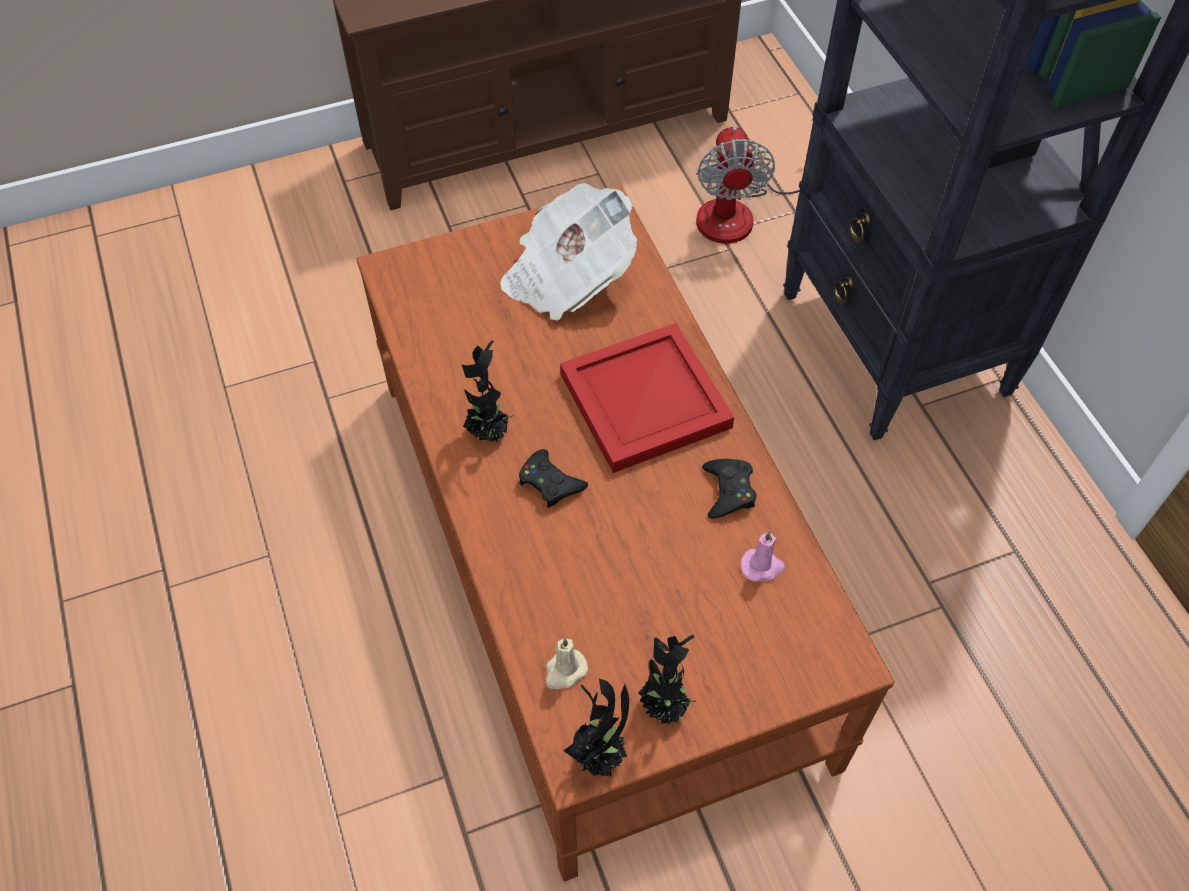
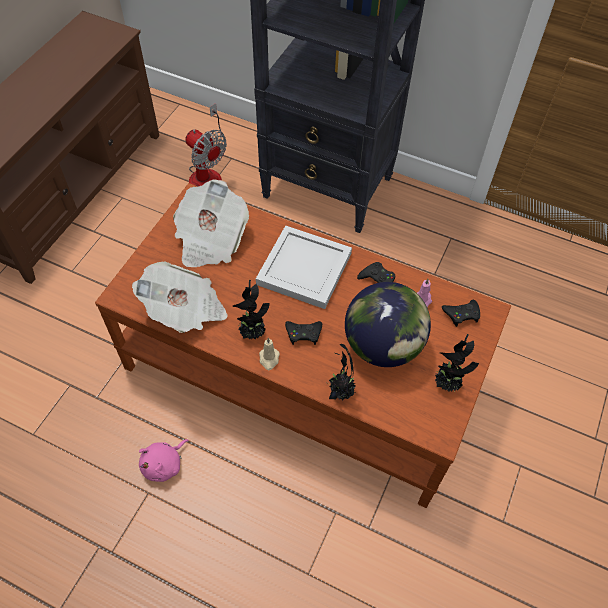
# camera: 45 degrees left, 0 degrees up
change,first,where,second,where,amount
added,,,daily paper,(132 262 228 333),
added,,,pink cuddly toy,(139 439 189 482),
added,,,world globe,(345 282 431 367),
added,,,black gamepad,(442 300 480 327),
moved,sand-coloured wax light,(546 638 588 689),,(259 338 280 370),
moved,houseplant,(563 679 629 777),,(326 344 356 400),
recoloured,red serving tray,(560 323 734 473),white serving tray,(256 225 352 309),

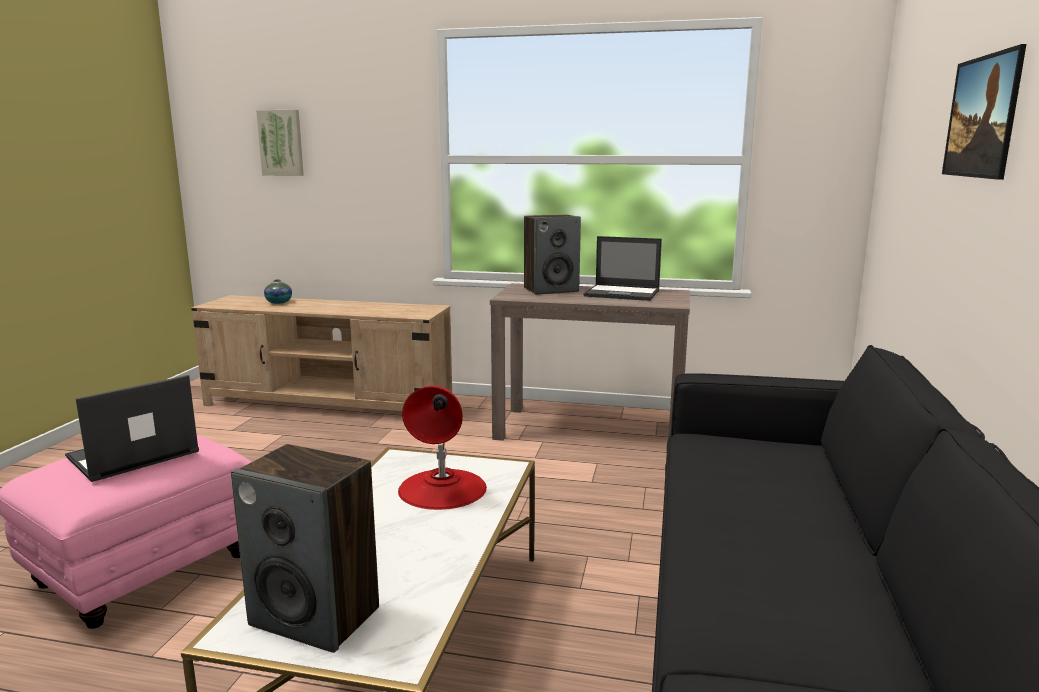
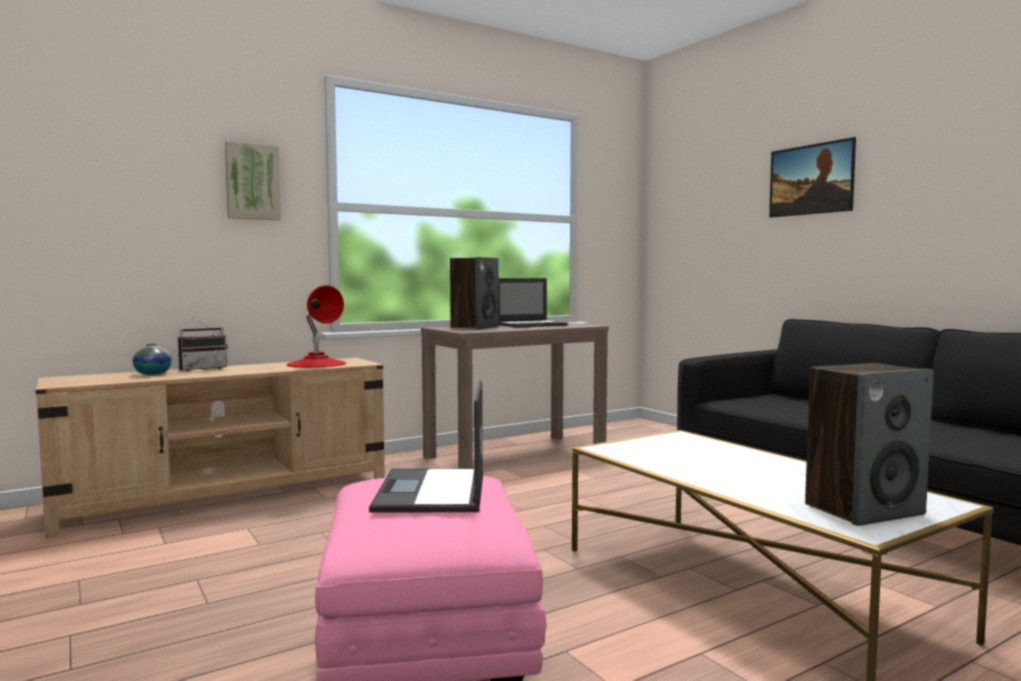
# camera: 45 degrees left, 10 degrees down
change,first,where,second,where,amount
added,,,radio,(178 317 228 371),
moved,picture,(256 110 304 176),,(225 141 281 220),
moved,red table lamp,(398 386 487 510),,(286 285 346 368),

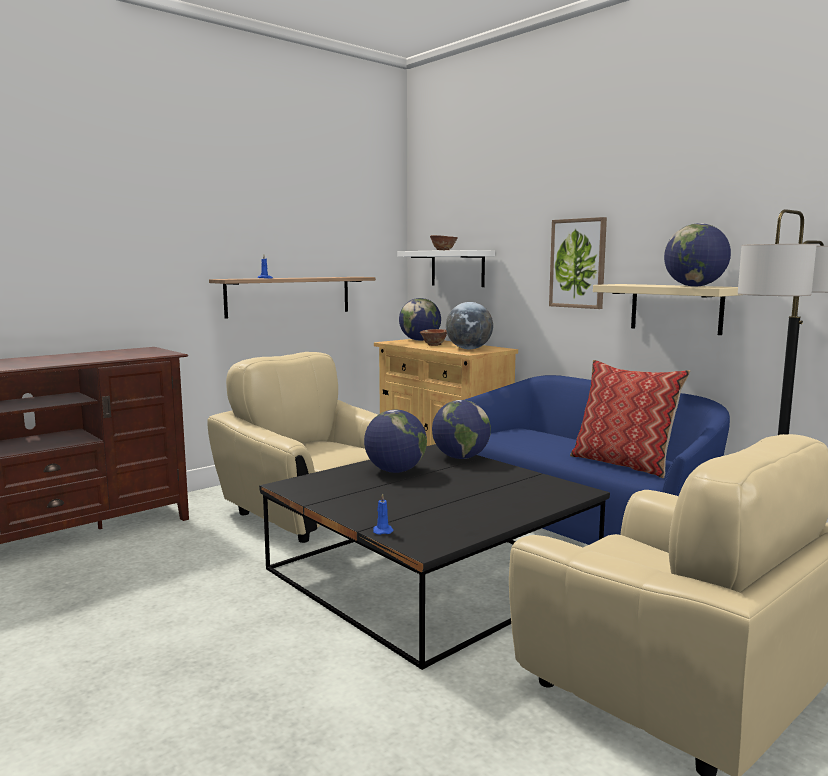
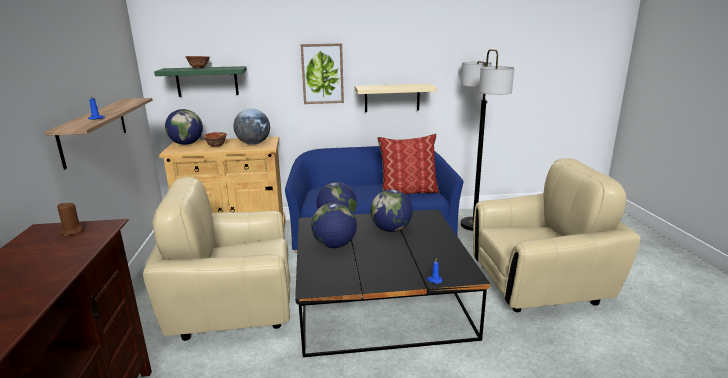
# camera: 55 degrees left, 10 degrees up
change,first,where,second,where,amount
added,,,brownish wax light,(57 202 84 237),
moved,world globe,(664 223 731 287),,(370 189 413 232),
recoloured,white shelf,(397 250 495 287),green-coloured shelf,(154 66 247 97),

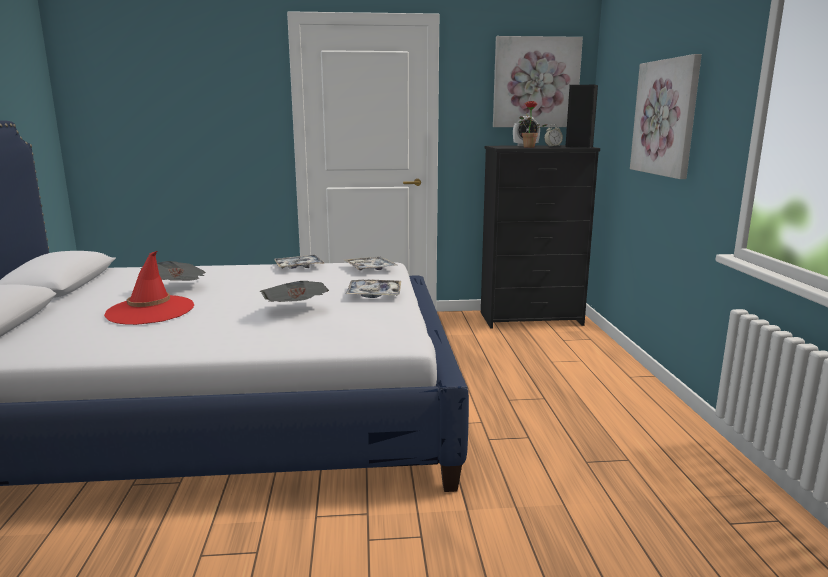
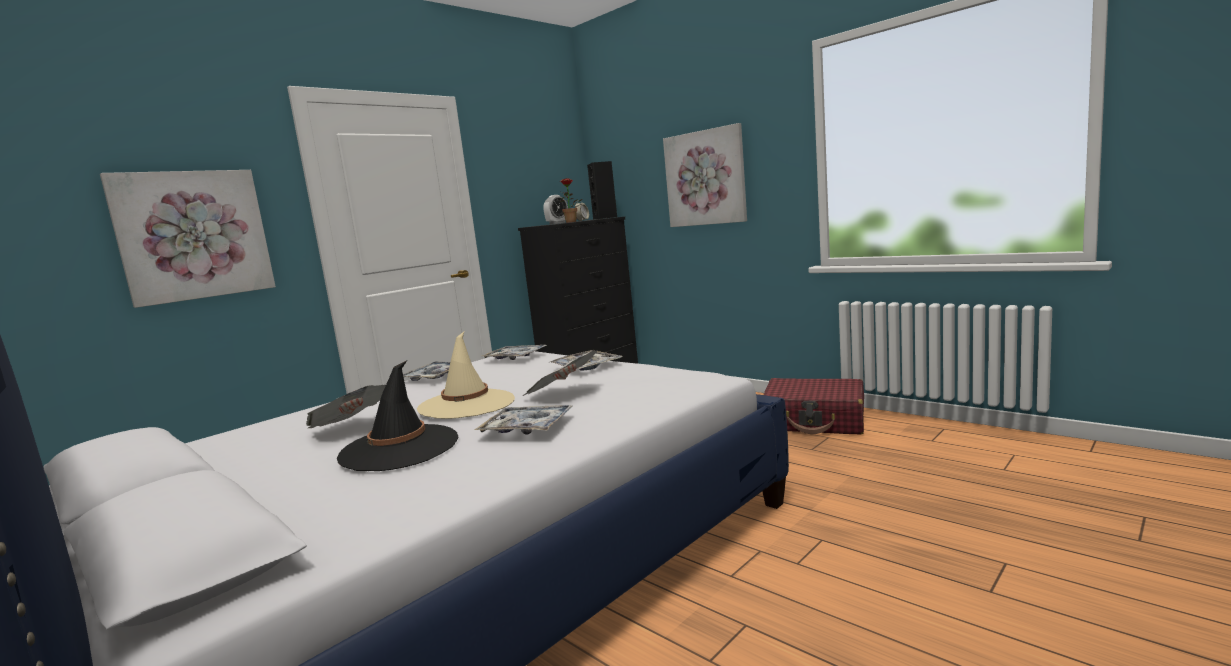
# camera: 40 degrees left, 5 degrees down
change,first,where,second,where,amount
added,,,sand-coloured wearable hat,(417 332 515 419),
added,,,serving tray,(475 405 573 435),
added,,,red travel case,(763 378 864 435),
moved,picture,(493 36 583 127),,(100 170 276 308),
recoloured,red wearable hat,(104 251 194 325),black wearable hat,(337 360 458 471),

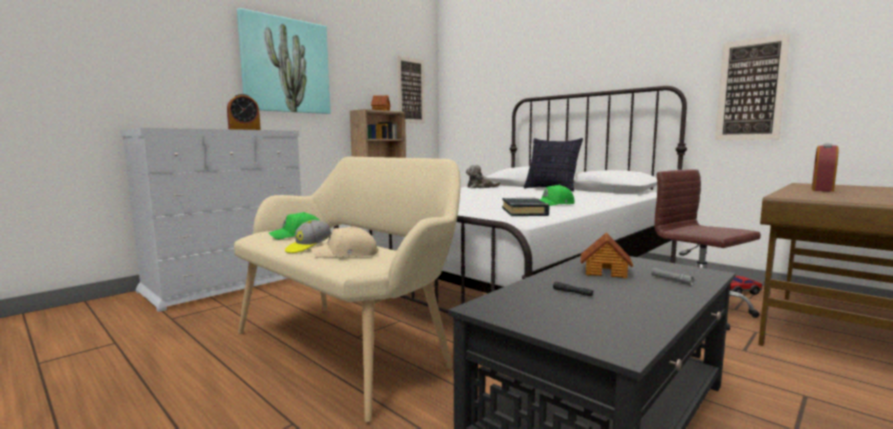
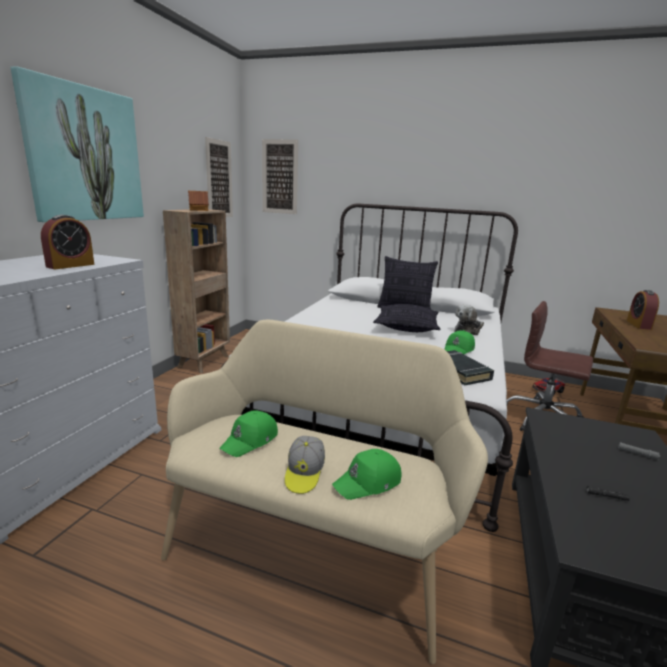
# camera: 25 degrees left, 10 degrees up
change,first,where,second,where,amount
removed,toy house,(580 232 633 278),,,
added,,,throw pillow,(373 304 440 332),
moved,cuddly toy,(466 164 501 188),,(454 305 484 335),
moved,picture,(715 34 790 140),,(262 139 298 214),
recoloured,sand-coloured peaked cap,(311 226 378 258),green-coloured peaked cap,(332 449 402 500),

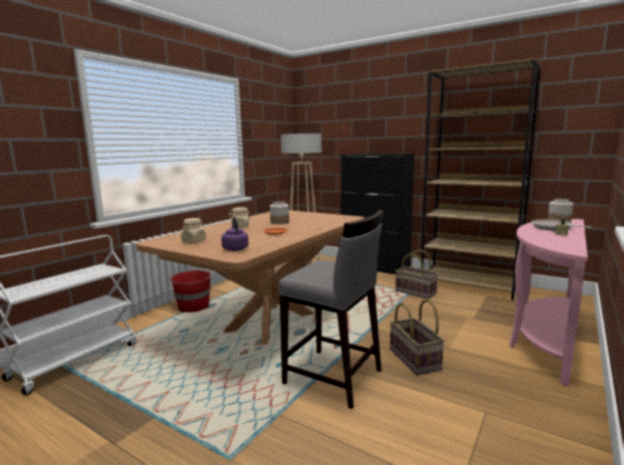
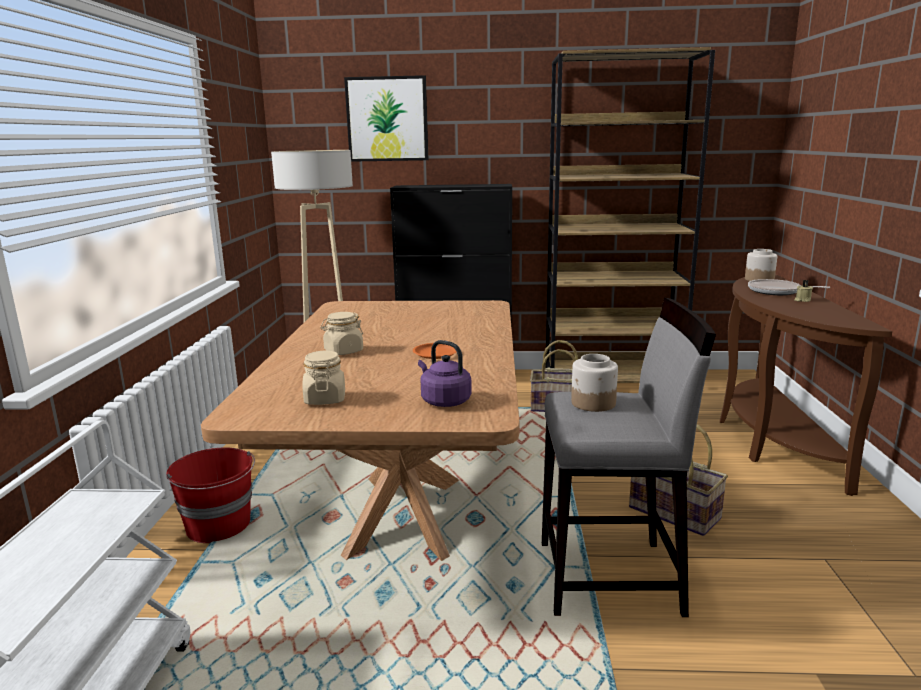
# camera: 30 degrees left, 5 degrees up
change,first,where,second,where,amount
added,,,picture,(344 75 428 162),
moved,preserve jar,(270 201 289 224),,(571 354 618 412),
recoloured,pink console table,(509 219 588 386),brownish console table,(720 274 892 496),

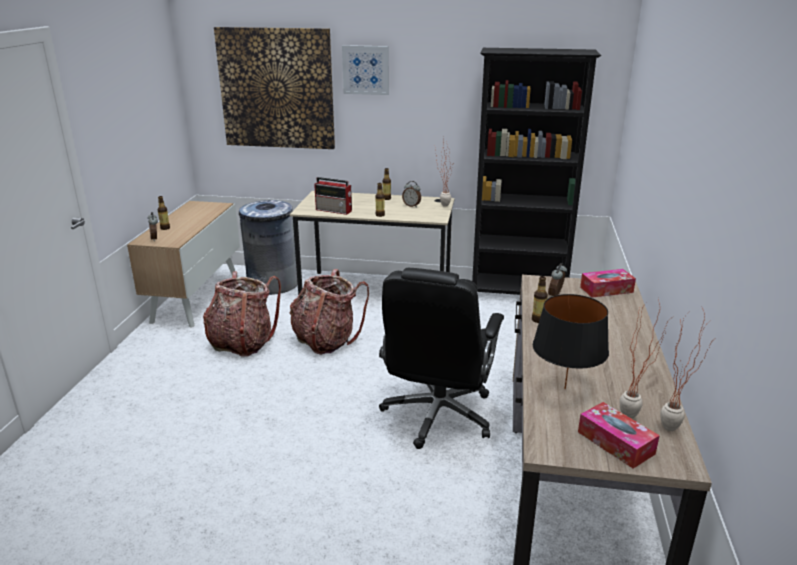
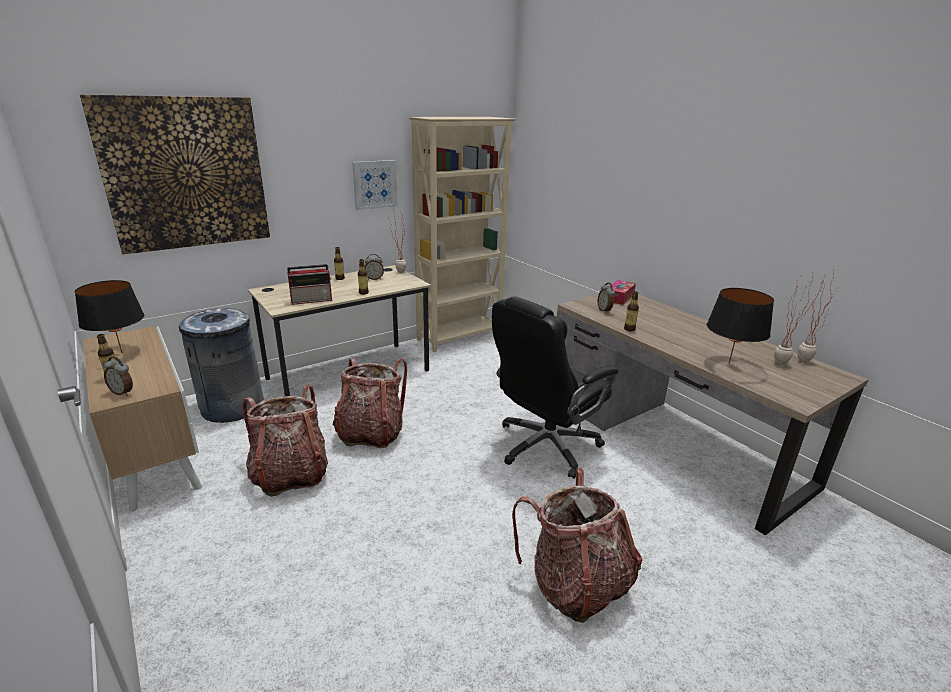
# camera: 45 degrees left, 0 degrees up
change,first,where,second,where,amount
removed,tissue box,(578 402 660 469),,,
added,,,black table lamp,(75 280 145 353),
added,,,knapsack,(512 468 643 623),
moved,picture,(342 45 389 95),,(352 160 398 210),
recoloured,black bookshelf,(472 48 601 295),sand-coloured bookshelf,(408 117 517 352),
turned,black computer chair,(379 268 504 449),,(492 296 619 479),75 degrees clockwise

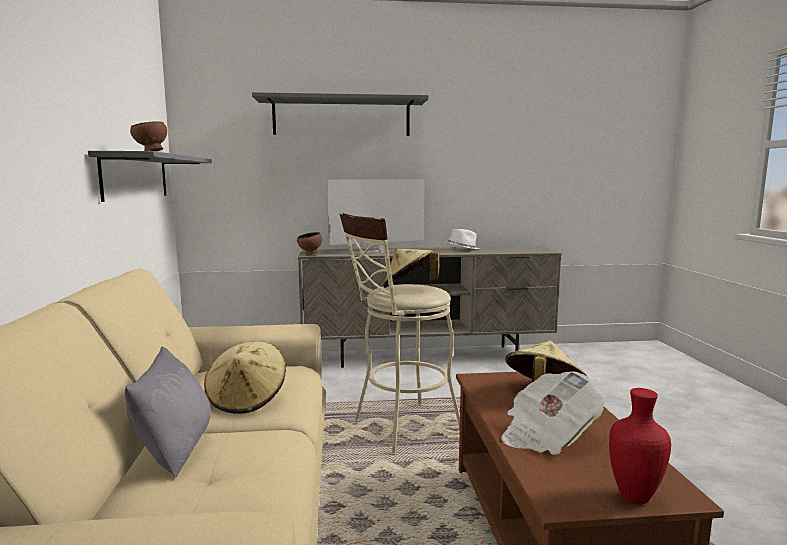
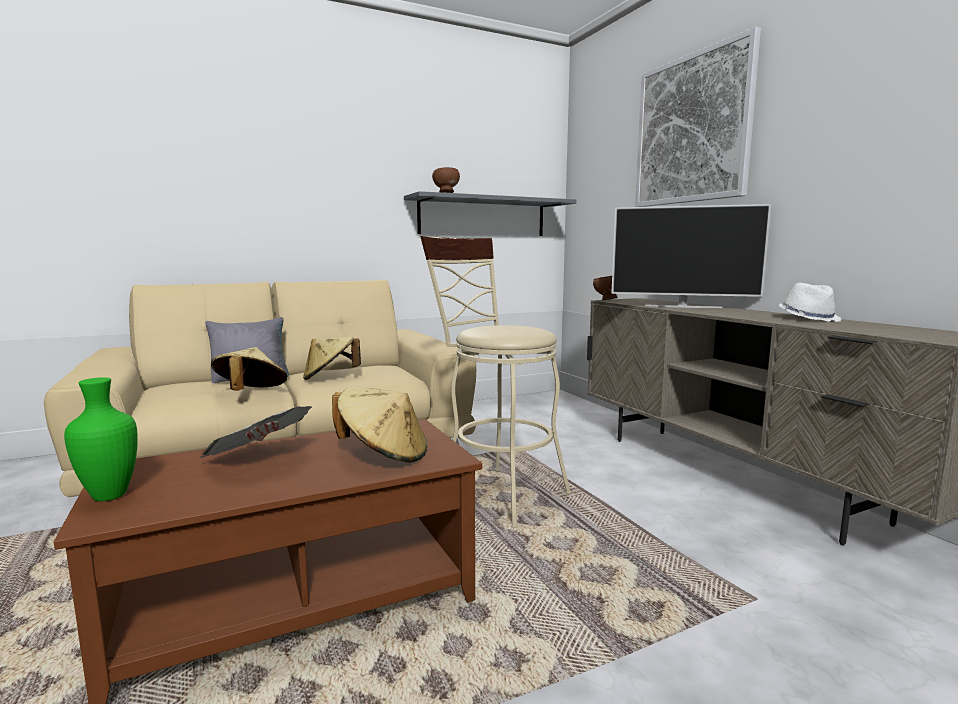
# camera: 70 degrees right, 0 degrees up
change,first,where,second,where,amount
moved,sand-coloured wearable hat,(383 249 439 288),,(211 347 287 391),
replaced,grey shelf,(252 92 429 136),picture,(635 27 761 207),
recoloured,red decorative vase,(609 388 671 505),green-coloured decorative vase,(64 377 138 501),
turned,TV,(327 179 424 253),,(611 204 771 308),150 degrees clockwise

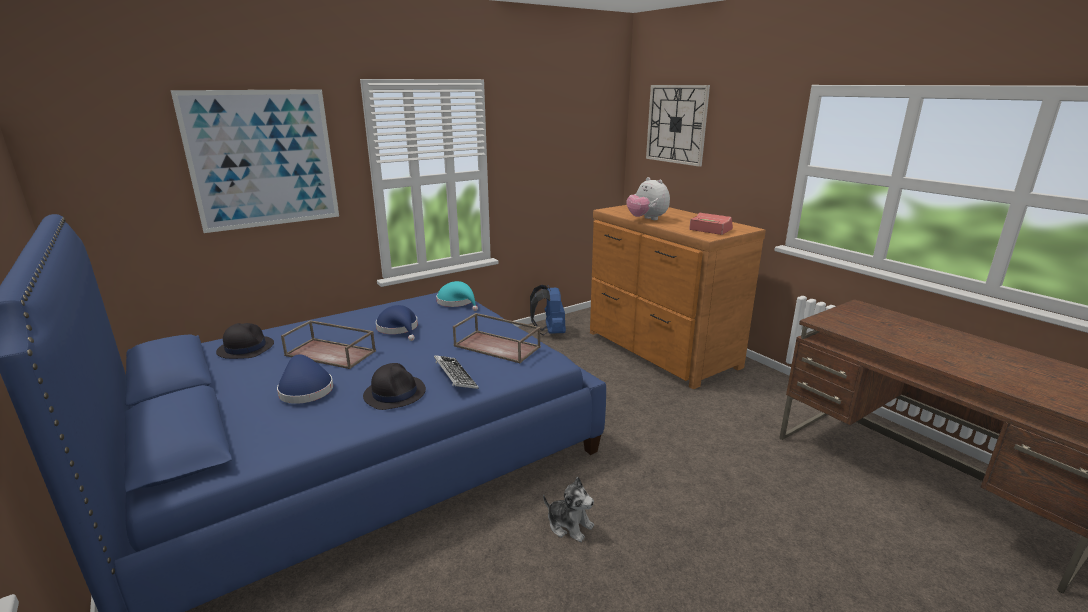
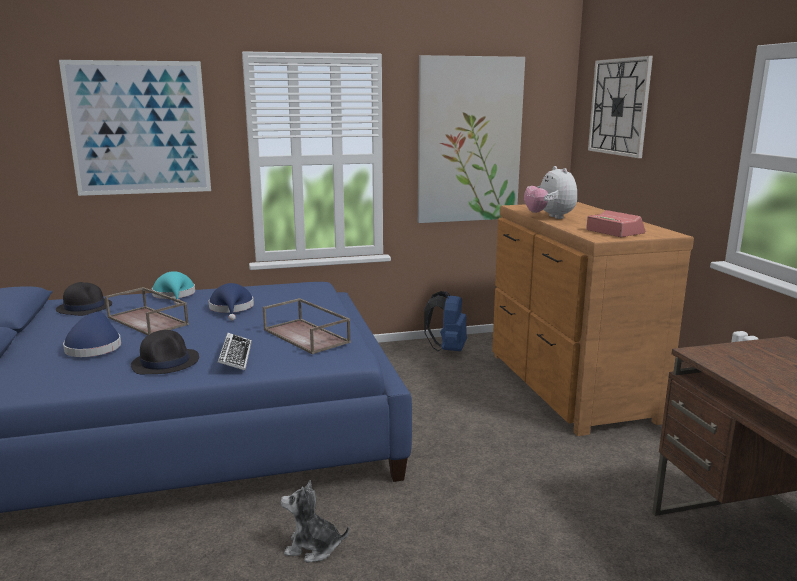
# camera: 20 degrees right, 5 degrees down
change,first,where,second,where,amount
added,,,picture,(418 55 525 223),
moved,turquoise-coloured wearable hat,(436 281 478 311),,(152 271 195 305),
turned,cuddly toy,(543 477 594 542),,(281 480 349 563),135 degrees clockwise

